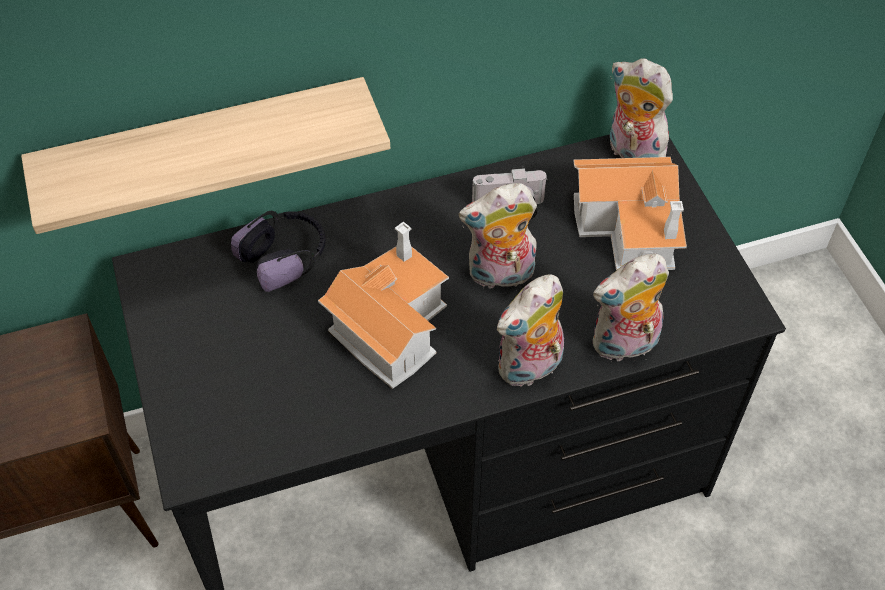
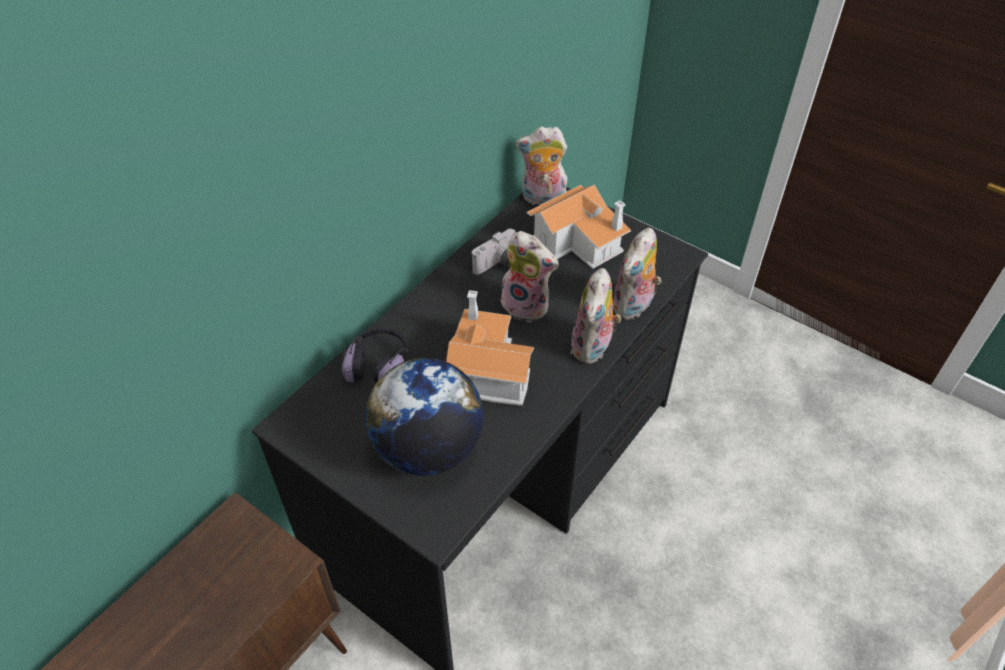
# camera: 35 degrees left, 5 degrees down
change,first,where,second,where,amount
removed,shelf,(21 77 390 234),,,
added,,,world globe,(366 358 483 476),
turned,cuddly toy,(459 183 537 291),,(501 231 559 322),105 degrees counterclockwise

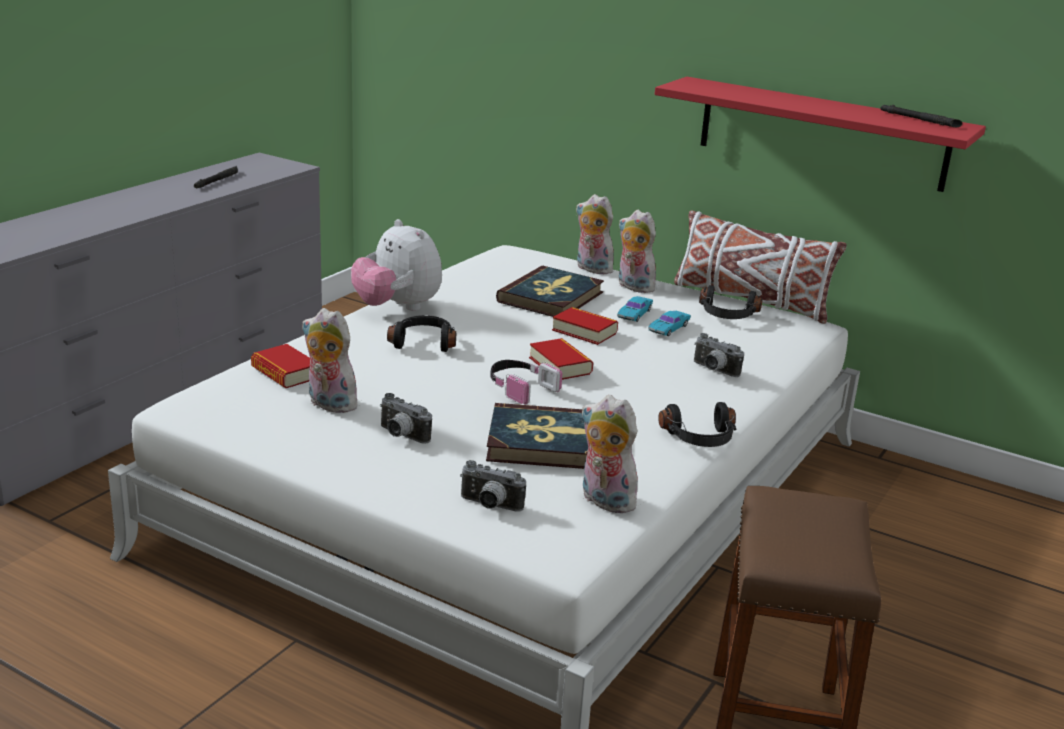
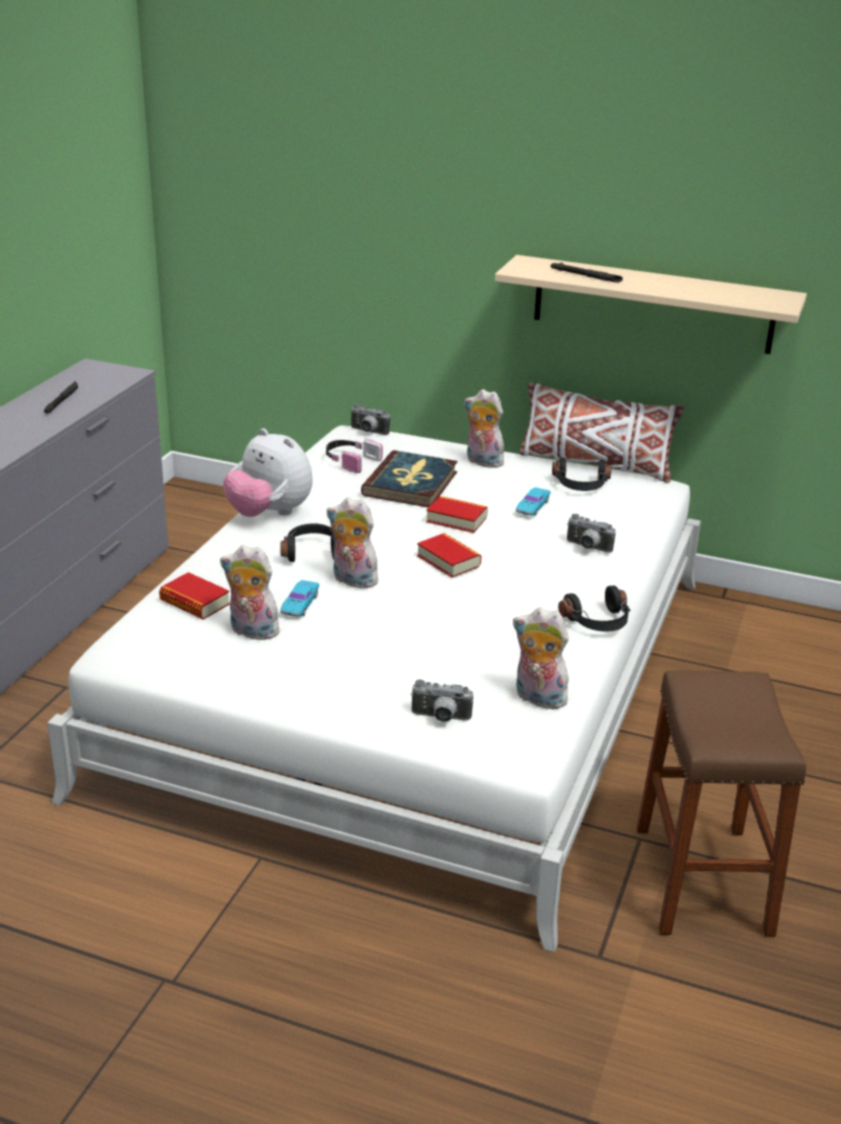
# camera: 10 degrees left, 5 degrees up
change,first,where,second,where,amount
removed,book,(486 403 588 469),,,
moved,photo camera,(380 393 432 444),,(350 404 390 435),
moved,pair of headphones,(490 360 562 405),,(326 438 383 473),
moved,cuddly toy,(576 194 614 275),,(327 497 378 588),
moved,turquoise-coloured miniature car,(617 296 653 322),,(280 580 319 617),
moved,black flashlight,(881 105 962 127),,(551 263 623 283),
recoloured,red shelf,(655 77 986 192),sand-coloured shelf,(495 255 807 354),

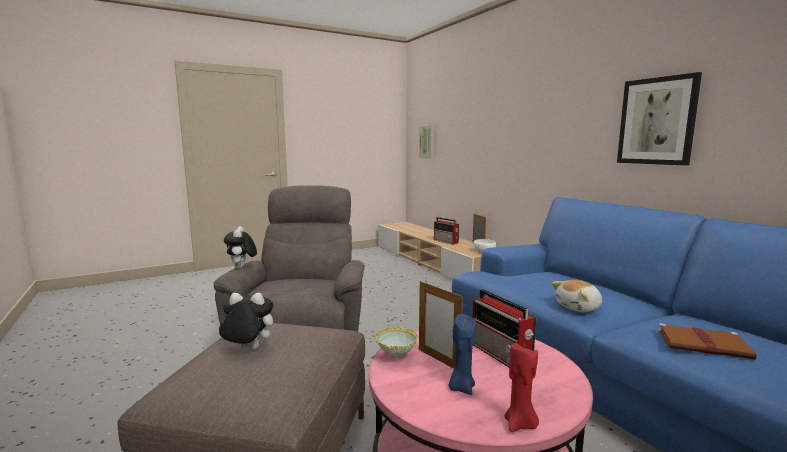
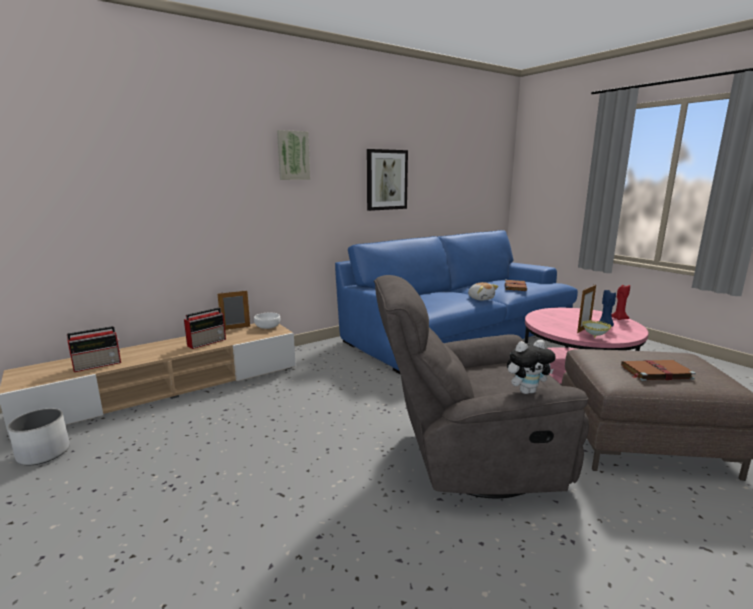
# camera: 95 degrees left, 5 degrees up
change,first,where,second,where,amount
added,,,white planter,(8 408 70 465),
moved,picture,(419 125 434 159),,(277 130 310 180),
moved,radio,(473 289 536 367),,(67 326 121 372),
replaced,cuddly toy,(219 292 274 350),brownish book,(621 360 696 381),

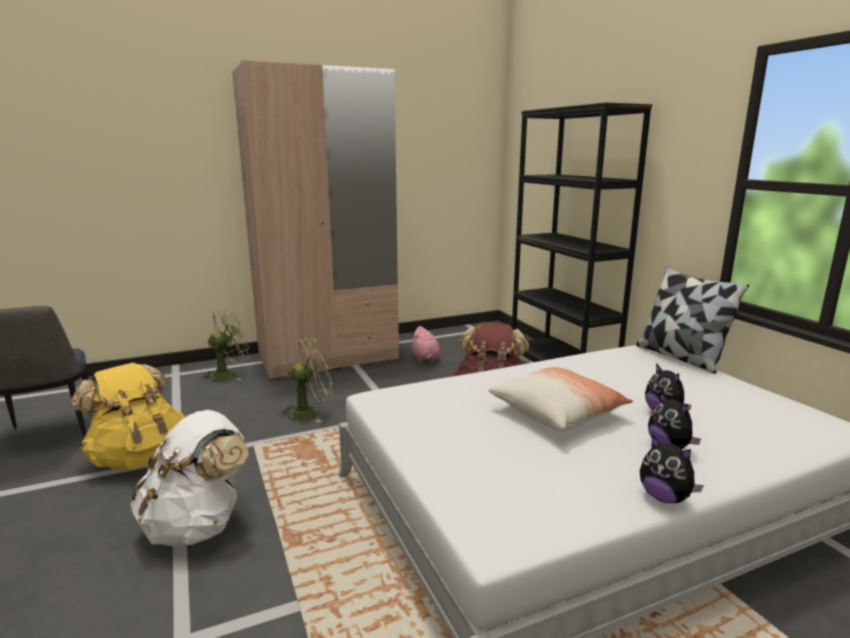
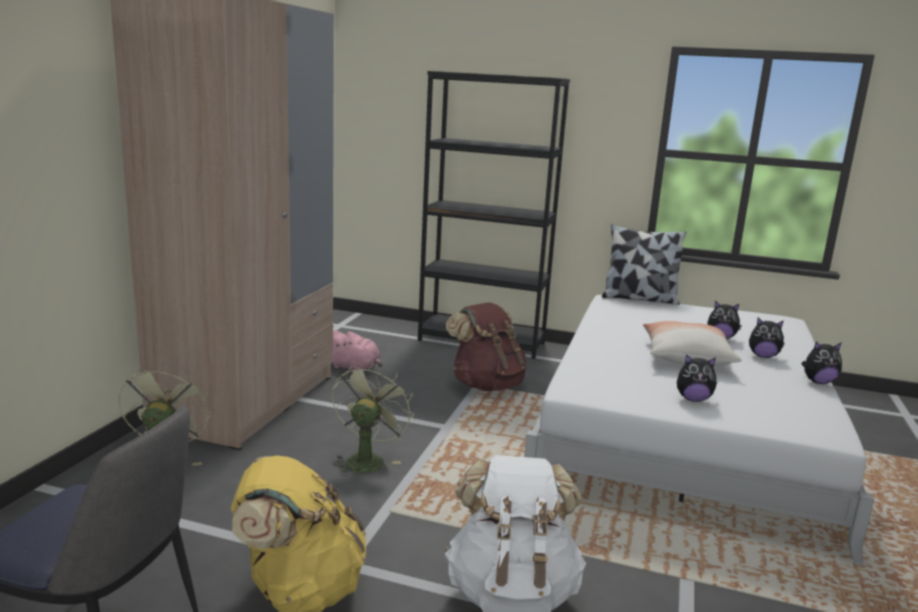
# camera: 50 degrees left, 0 degrees up
change,first,where,second,where,amount
added,,,cuddly toy,(677 354 717 402),

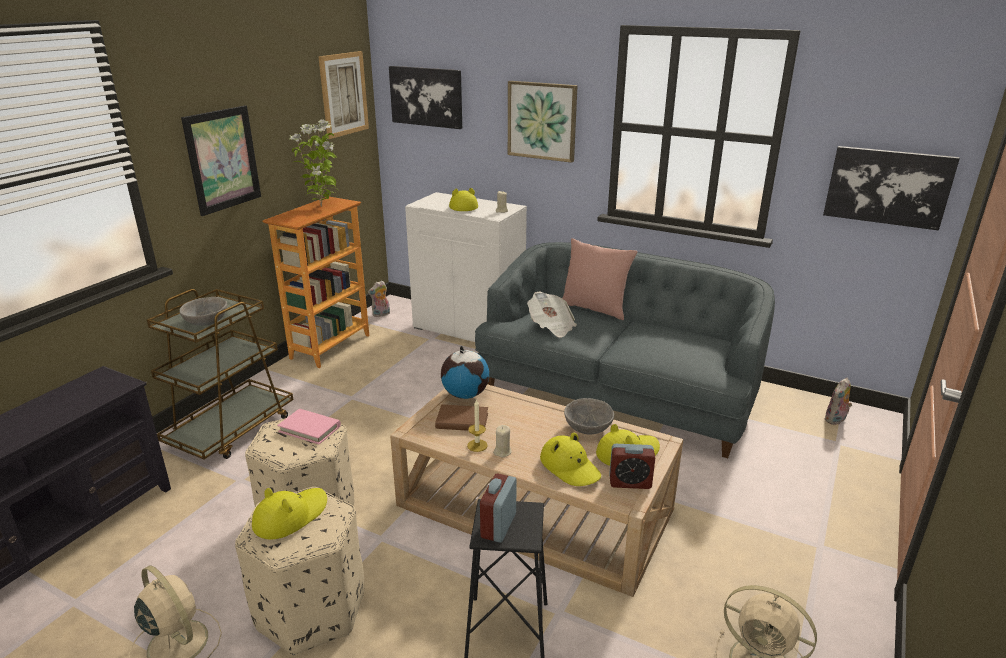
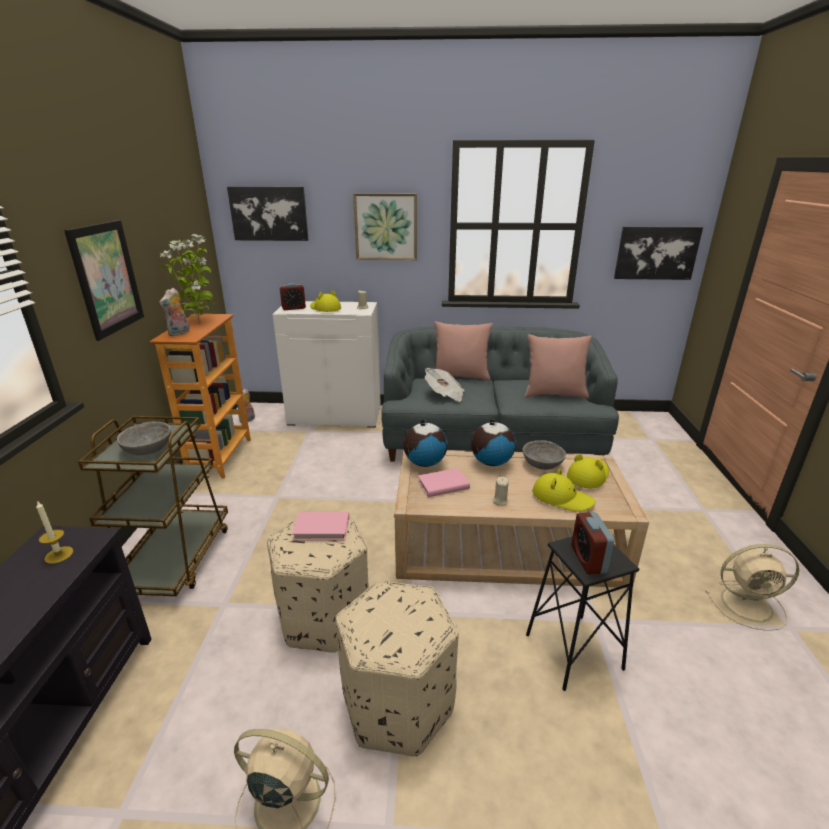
# camera: 25 degrees left, 0 degrees up
change,first,where,second,where,amount
removed,yellowish wearable hat,(252 488 327 540),,,
removed,picture,(319 51 369 139),,,
added,,,world globe,(471 419 516 466),
added,,,pink throw pillow,(525 334 592 399),
moved,wax light,(467 399 488 452),,(36 501 73 564),
moved,alarm clock,(609 444 655 489),,(279 283 306 310),
moved,cuddly toy,(824 378 852 425),,(159 288 189 336),
recoloured,brownish book,(435 404 488 431),pink book,(418 468 470 497),

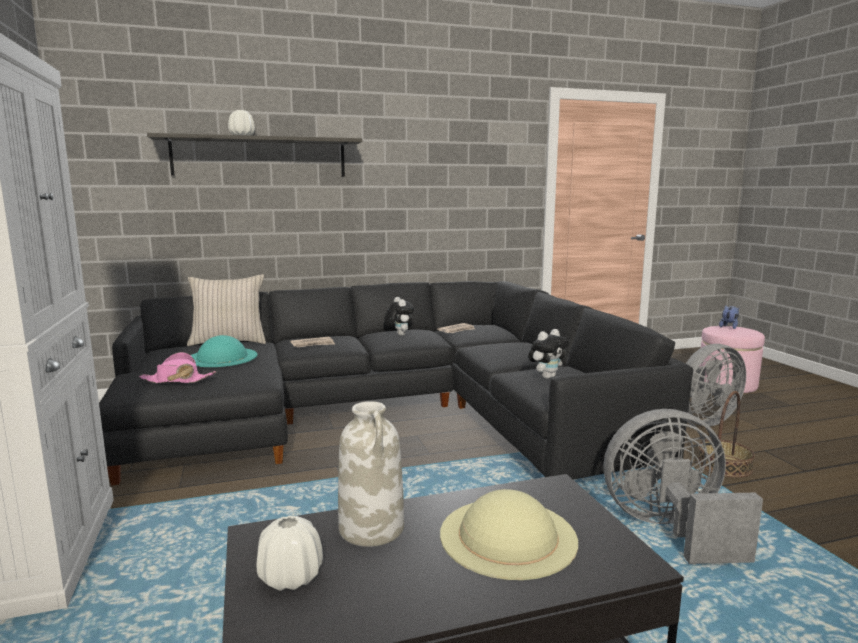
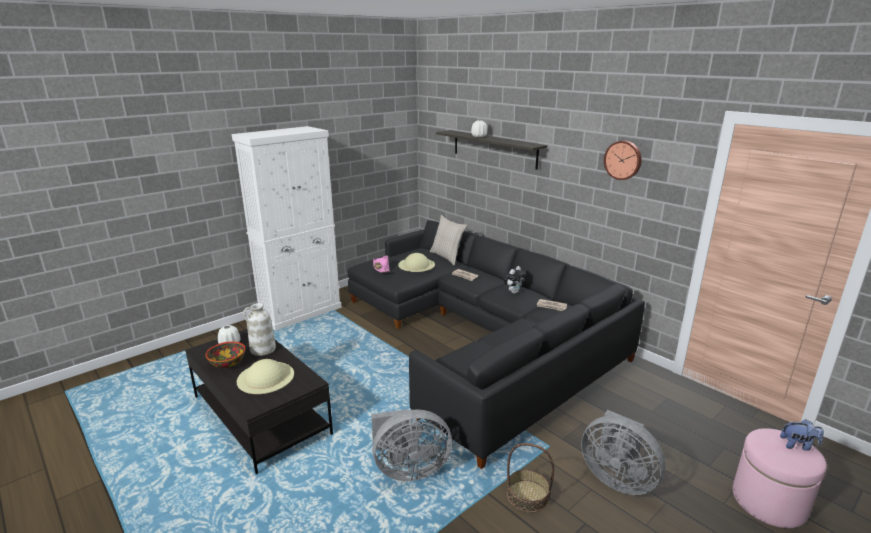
# camera: 65 degrees right, 10 degrees up
change,first,where,second,where,amount
removed,cuddly toy,(528 329 569 379),,,
added,,,serving bowl,(206 341 245 368),
added,,,hanging clock,(604 141 642 180),
recoloured,turquoise-coloured wearable hat,(191 335 258 367),sand-coloured wearable hat,(398 253 435 272),
turned,grey cooling fan,(604 409 763 564),,(371 409 452 481),105 degrees clockwise

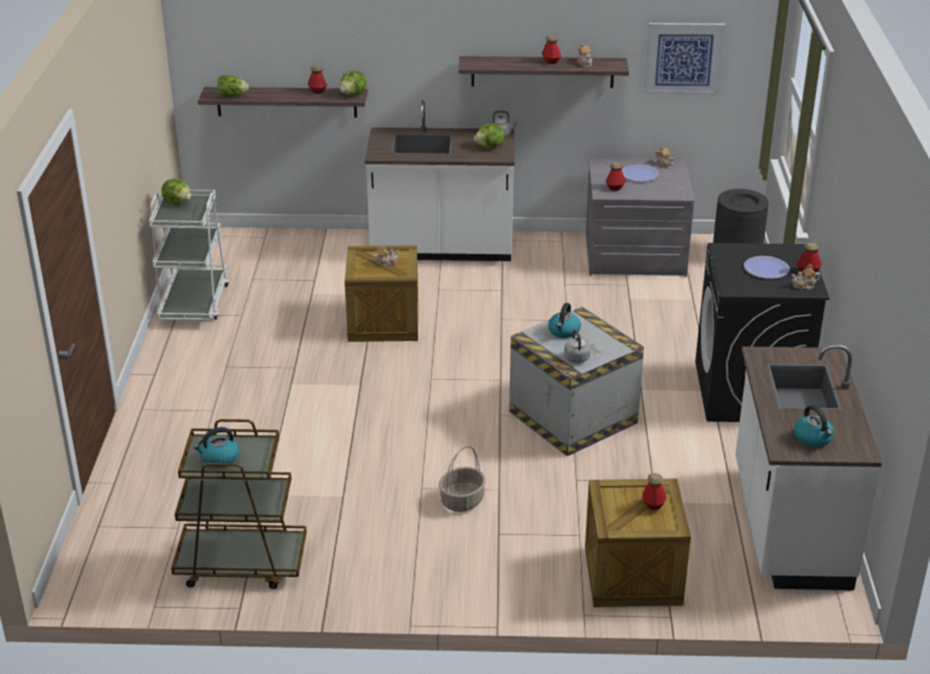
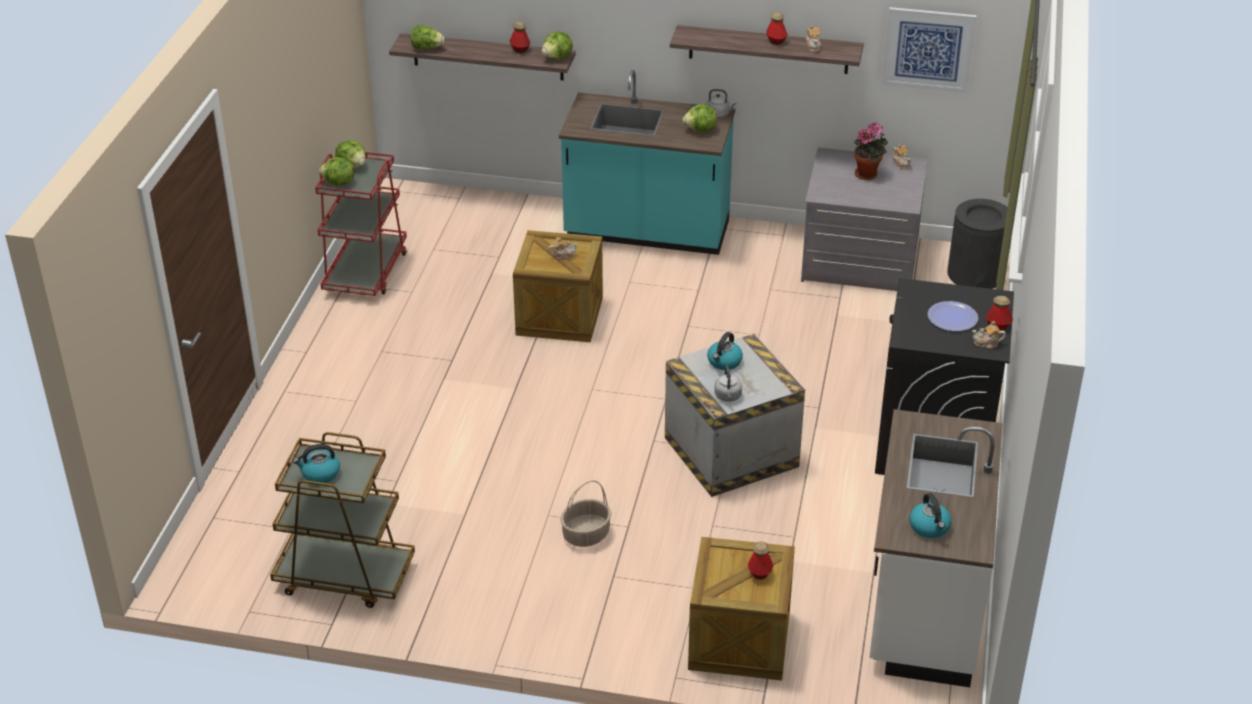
# camera: 10 degrees right, 5 degrees up
change,first,where,second,where,amount
removed,beverage bottle,(606 162 626 191),,,
added,,,lettuce,(319 157 354 186),
replaced,dinner plate,(622 165 659 182),houseplant,(854 122 888 180),
recoloured,white cart,(149 190 229 320),red cart,(315 152 407 296),
recoloured,white kitchen counter,(365 100 514 261),turquoise-coloured kitchen counter,(559 70 735 255),

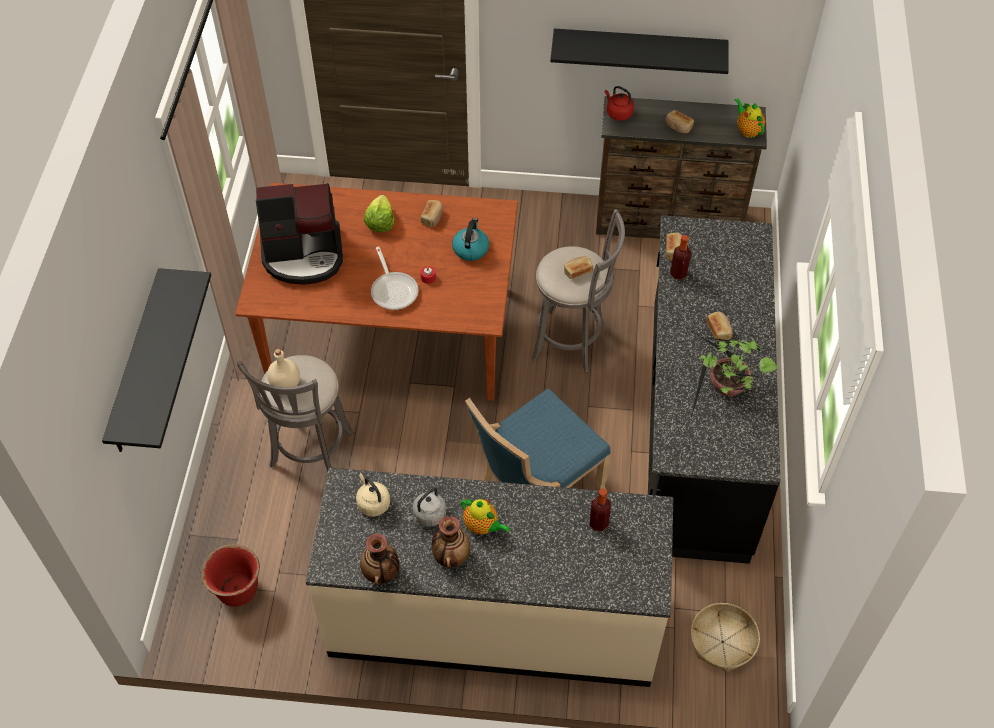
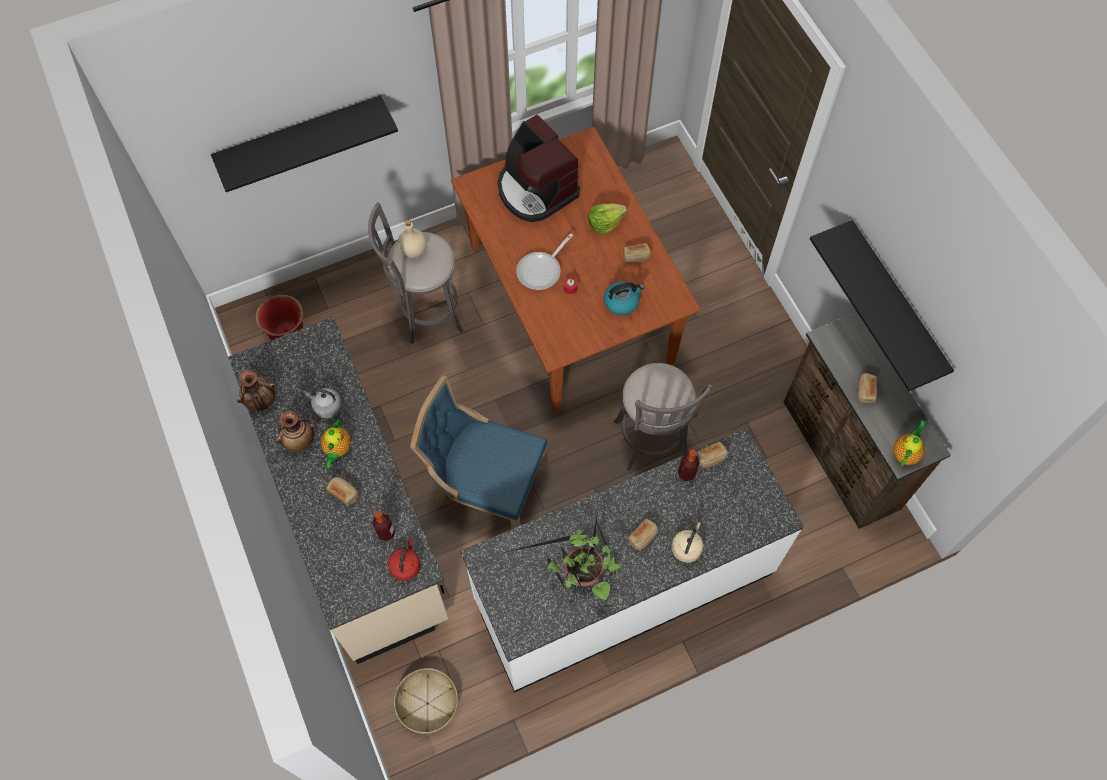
# camera: 60 degrees right, 10 degrees up
change,first,where,second,where,amount
moved,sand-coloured tea kettle,(356 473 390 517),,(671 522 704 563),
moved,bakery bread,(564 256 593 279),,(327 477 358 506),
moved,red tea kettle,(605 86 634 121),,(388 538 420 581),
recoloured,black kitchen counter,(648 215 780 564),white kitchen counter,(460 428 804 692),

